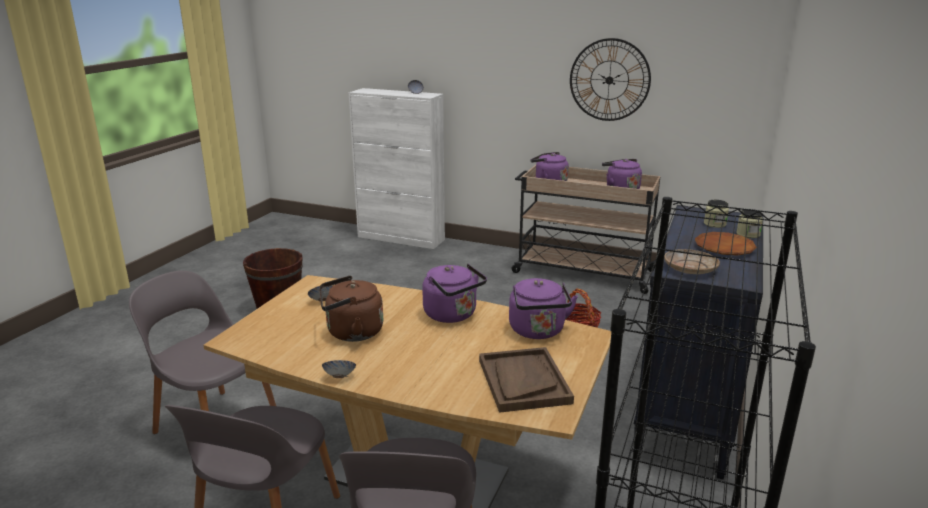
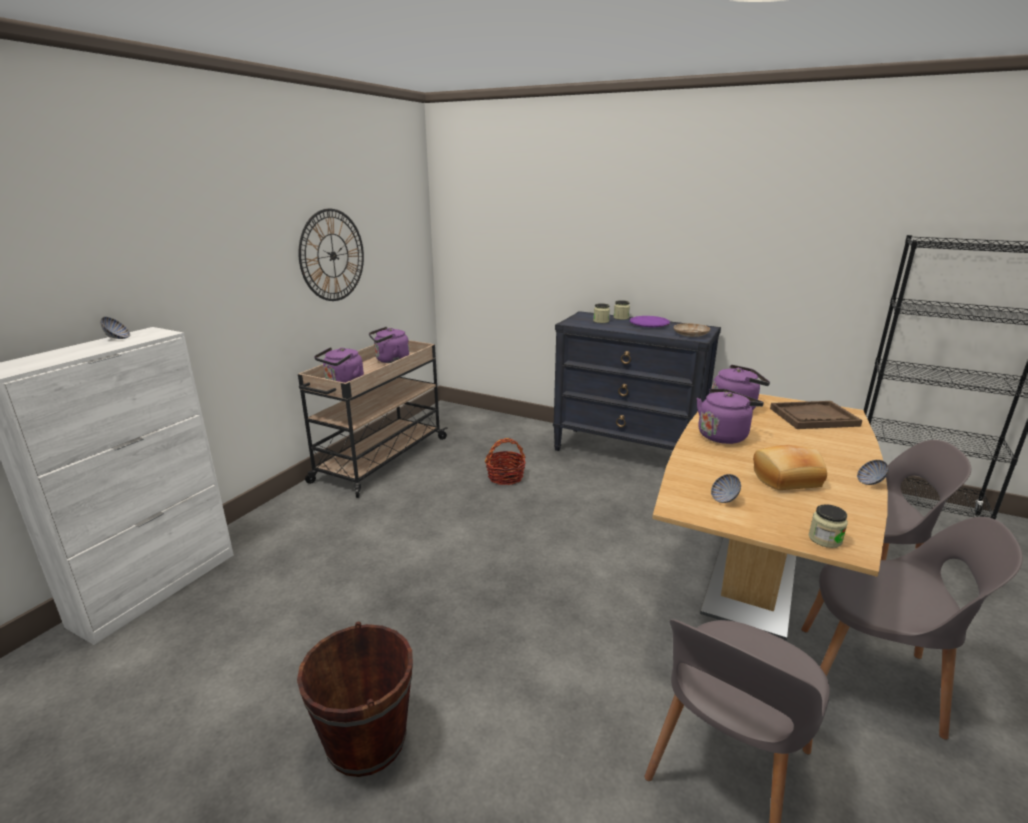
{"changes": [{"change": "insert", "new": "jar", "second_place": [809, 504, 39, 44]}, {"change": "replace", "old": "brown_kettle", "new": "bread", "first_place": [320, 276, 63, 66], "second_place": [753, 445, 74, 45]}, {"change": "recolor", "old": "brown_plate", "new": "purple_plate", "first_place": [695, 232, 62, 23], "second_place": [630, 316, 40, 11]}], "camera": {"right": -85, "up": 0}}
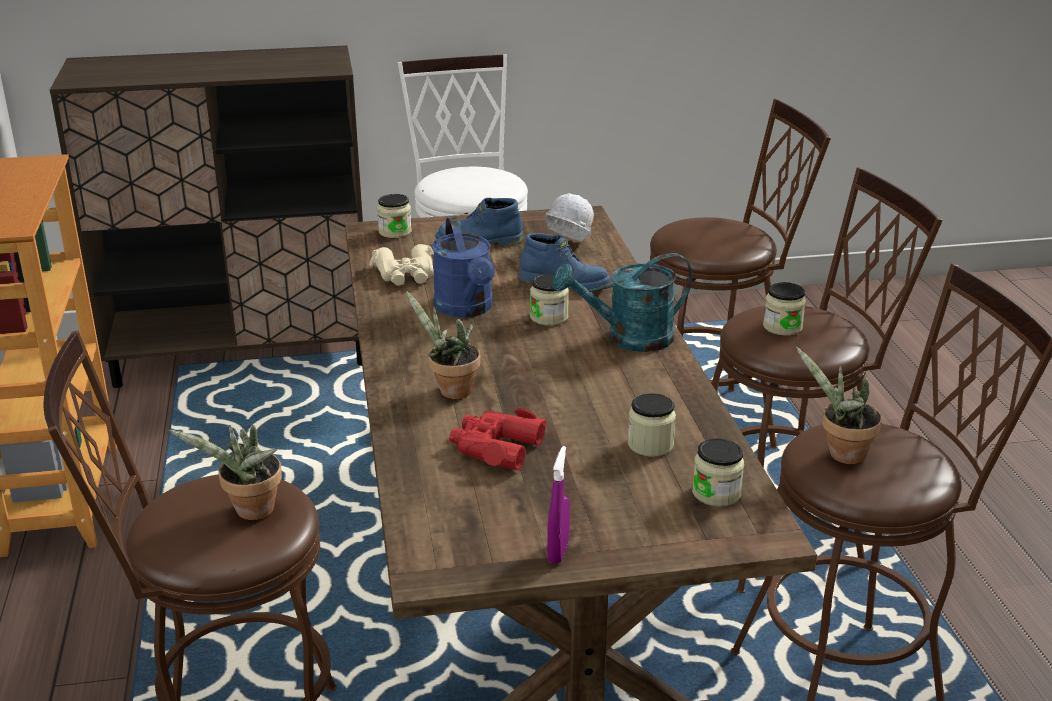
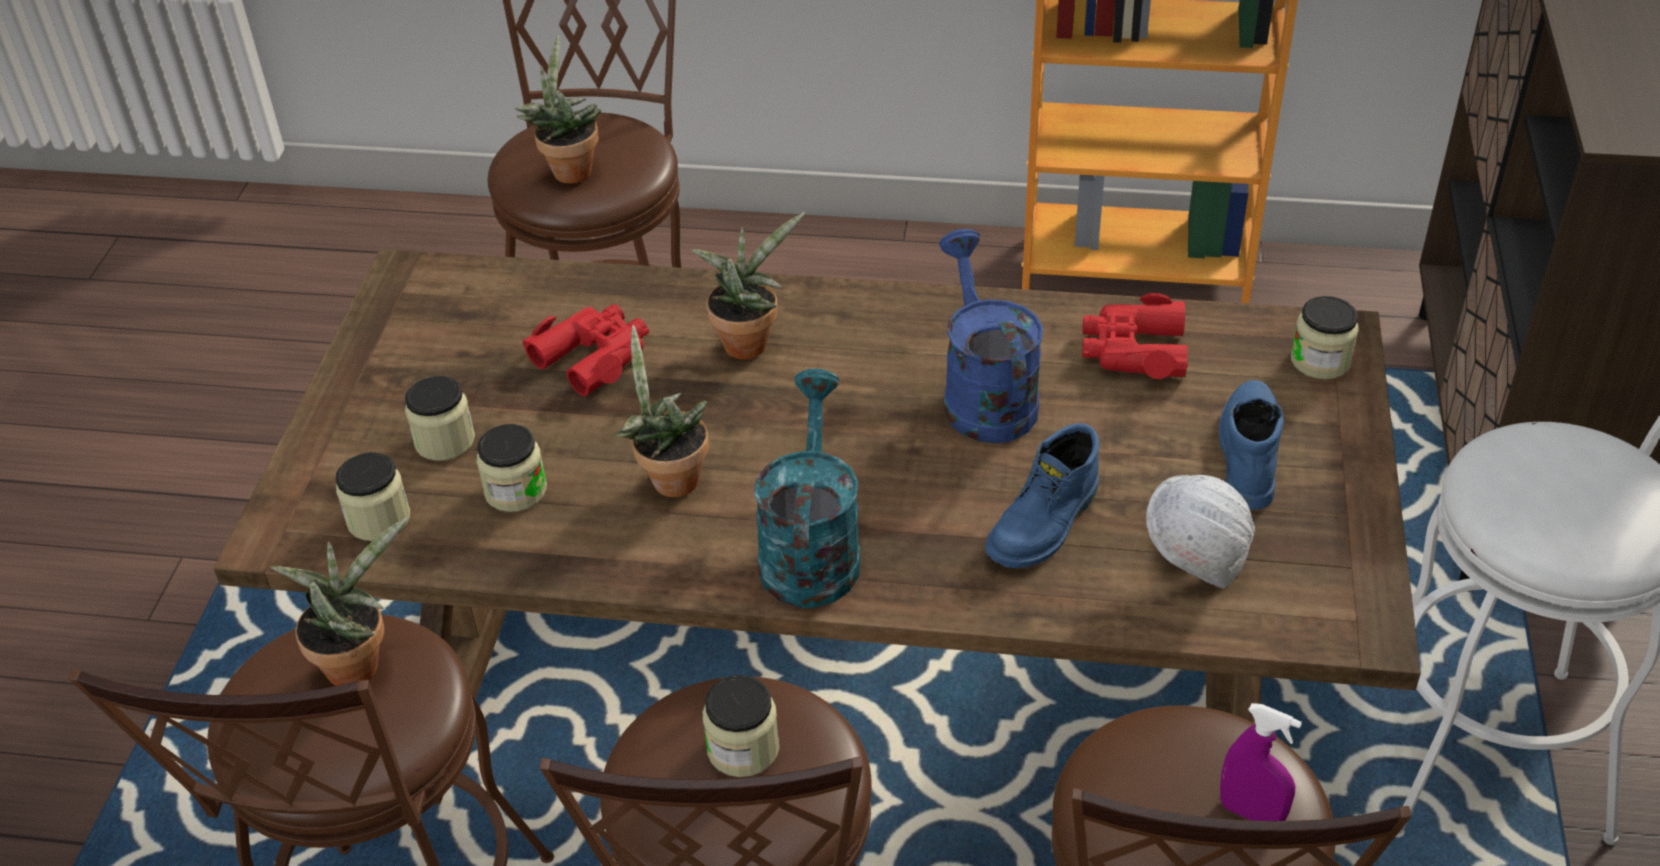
{"changes": [{"change": "insert", "new": "potted_plant", "second_place": [613, 325, 96, 172]}, {"change": "move", "old": "jar", "first_place": [530, 274, 39, 52], "second_place": [405, 376, 70, 85]}, {"change": "move", "old": "purple_spray_bottle", "first_place": [547, 446, 23, 118], "second_place": [1220, 703, 82, 118]}, {"change": "recolor", "old": "beige_binoculars", "new": "red_binoculars", "first_place": [369, 244, 65, 42], "second_place": [1082, 293, 106, 86]}, {"change": "rotate", "old": "blue_watering_can", "first_place": [432, 217, 63, 101], "second_place": [939, 229, 104, 214], "degrees": 75}], "camera": {"right": 110, "up": 15}}
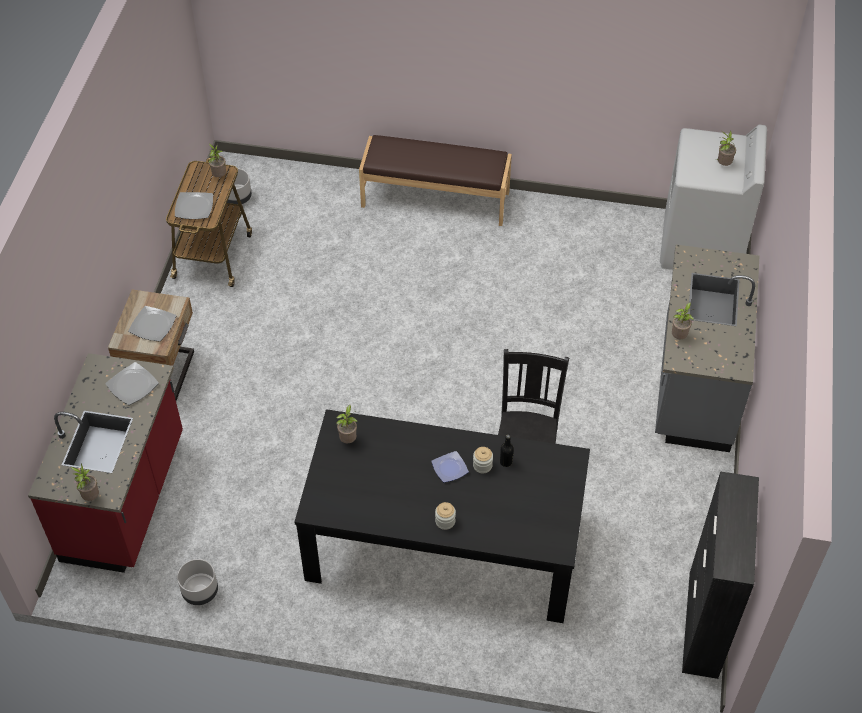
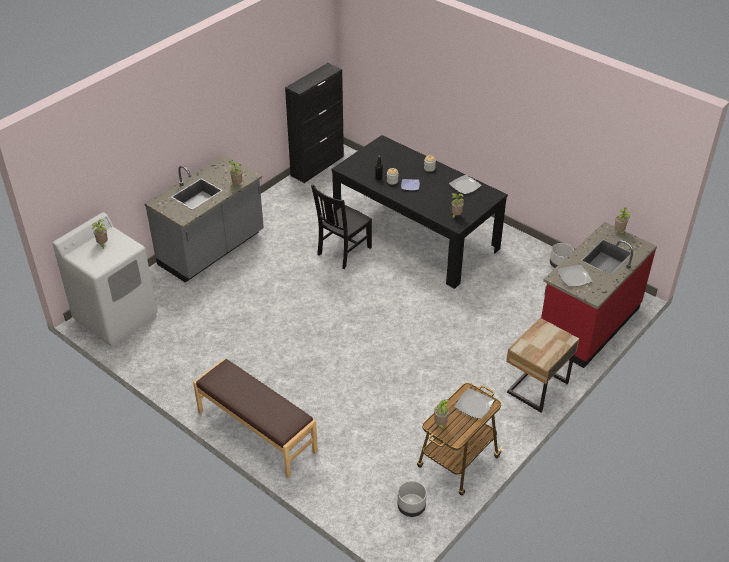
{"changes": [{"change": "move", "old": "plate", "first_place": [128, 306, 48, 36], "second_place": [449, 175, 33, 19]}], "camera": {"right": -150, "up": -10}}
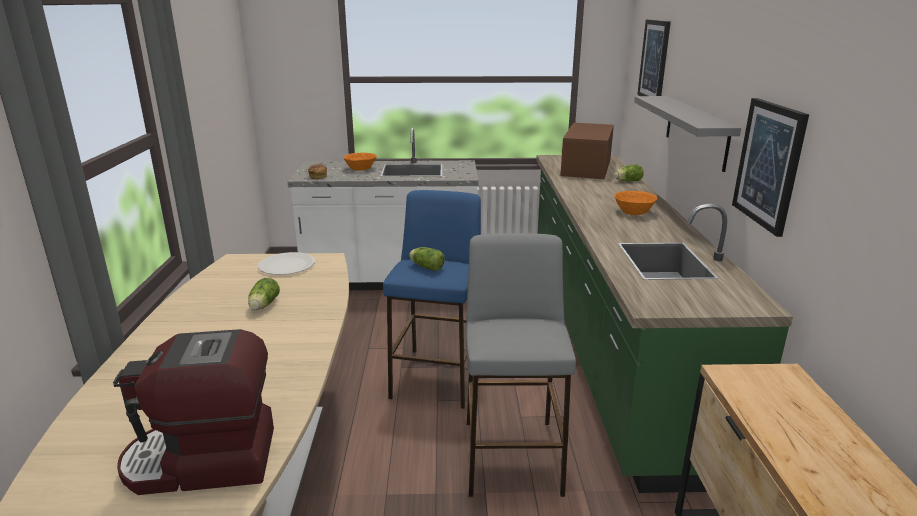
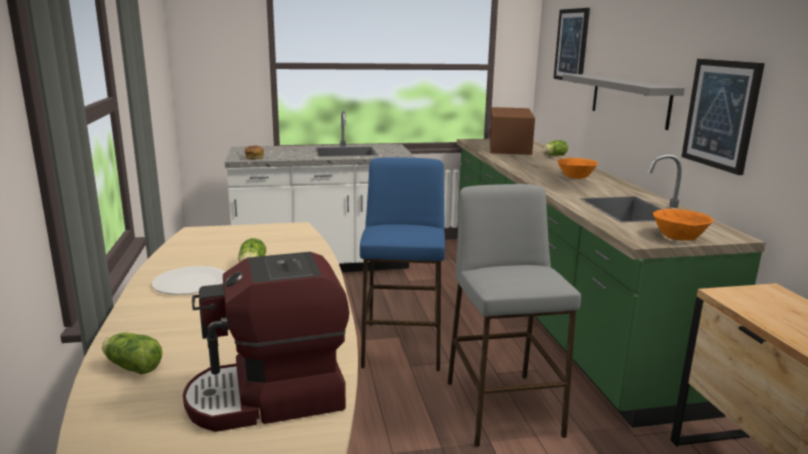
{"changes": [{"change": "move", "old": "white_plate", "first_place": [258, 252, 57, 23], "second_place": [152, 266, 73, 29]}, {"change": "move", "old": "orange_bowl", "first_place": [343, 153, 34, 18], "second_place": [653, 209, 60, 31]}, {"change": "move", "old": "lettuce", "first_place": [409, 247, 36, 24], "second_place": [102, 333, 61, 41]}], "camera": {"right": -10, "up": -5}}
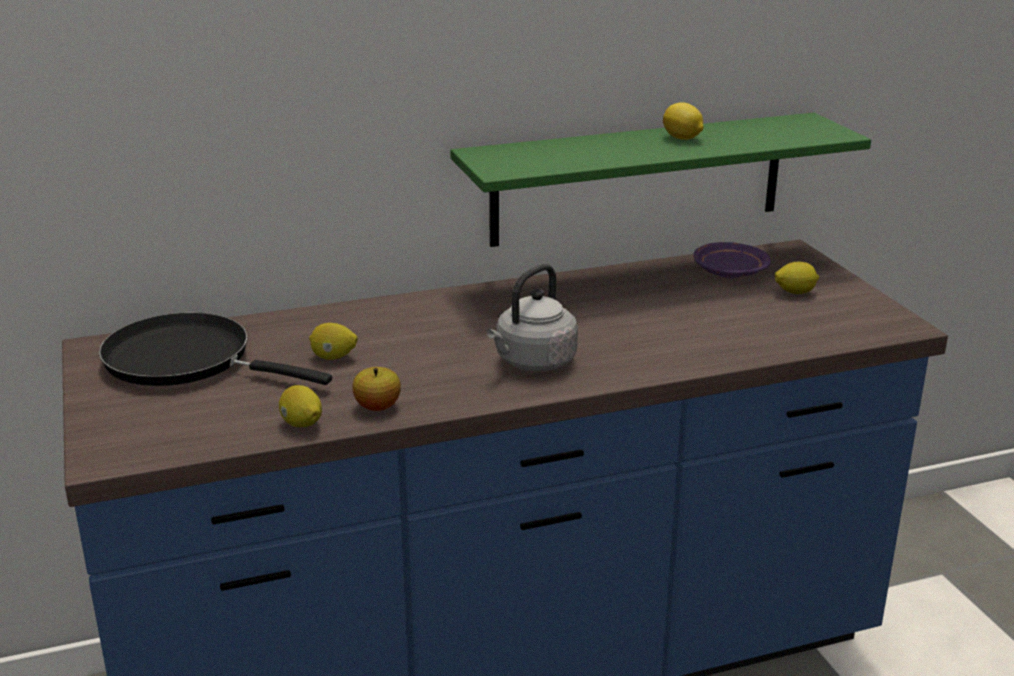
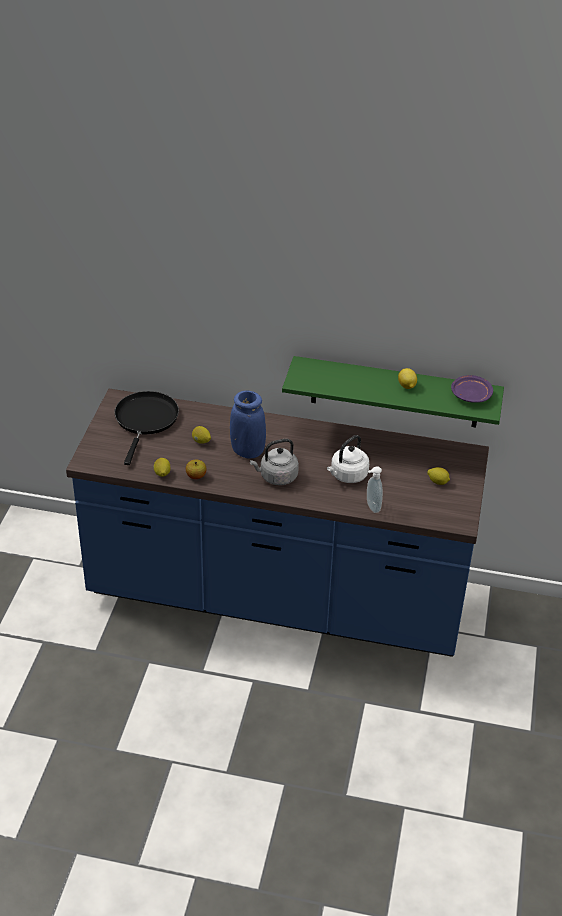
{"changes": [{"change": "insert", "new": "blue_vase", "second_place": [230, 391, 36, 68]}, {"change": "insert", "new": "white_kettle", "second_place": [327, 435, 42, 48]}, {"change": "insert", "new": "soap_dispenser", "second_place": [367, 466, 16, 47]}, {"change": "move", "old": "purple_plate", "first_place": [694, 242, 77, 36], "second_place": [451, 375, 42, 28]}, {"change": "rotate", "old": "black_frying_pan", "first_place": [99, 312, 233, 74], "second_place": [114, 391, 65, 74], "degrees": 45}], "camera": {"right": 30, "up": 15}}
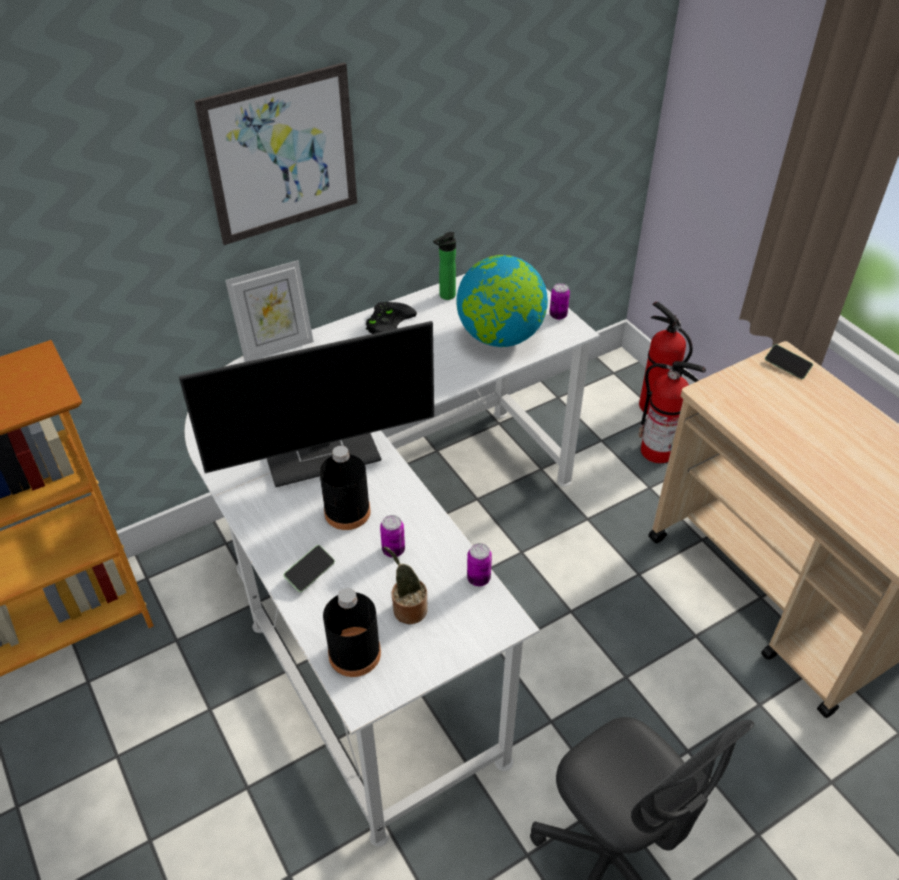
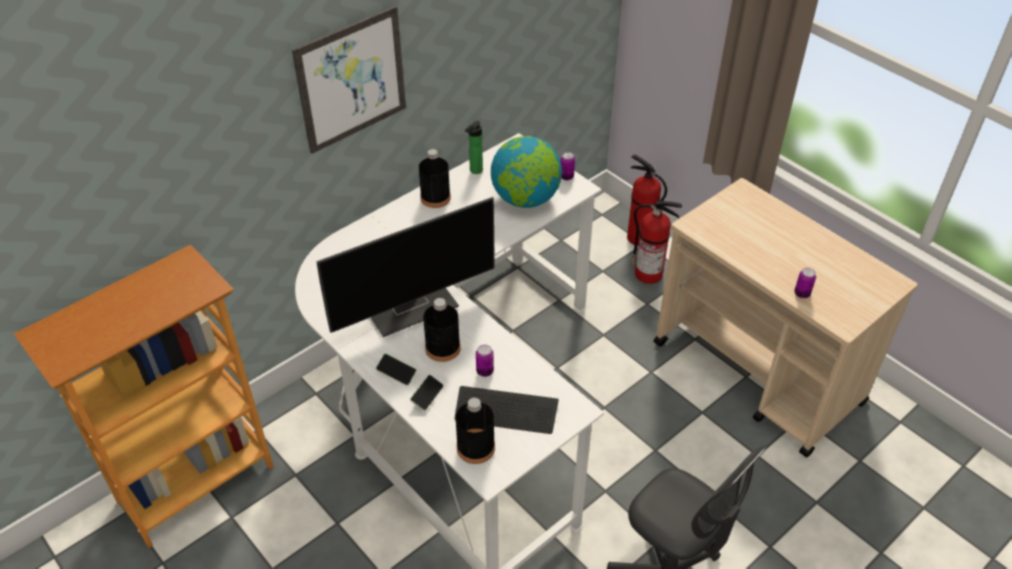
{"changes": [{"change": "delete", "old": "picture_frame", "first_place": [225, 260, 89, 102]}, {"change": "move", "old": "can", "first_place": [467, 543, 25, 43], "second_place": [794, 268, 22, 30]}, {"change": "move", "old": "phone", "first_place": [765, 344, 48, 35], "second_place": [376, 354, 41, 31]}, {"change": "replace", "old": "black_game_controller", "new": "black_bottle", "first_place": [366, 302, 51, 32], "second_place": [419, 149, 32, 59]}, {"change": "replace", "old": "potted_plant", "new": "keyboard", "first_place": [384, 547, 44, 77], "second_place": [455, 386, 104, 48]}], "camera": {"right": -10, "up": 0}}
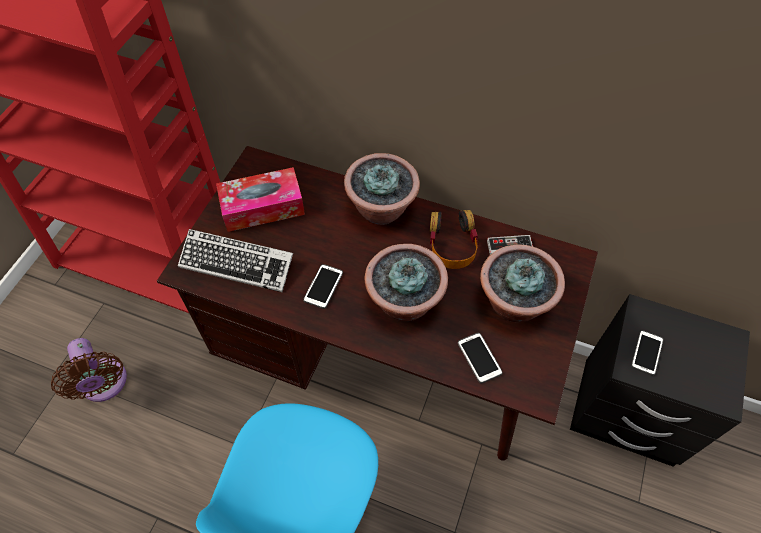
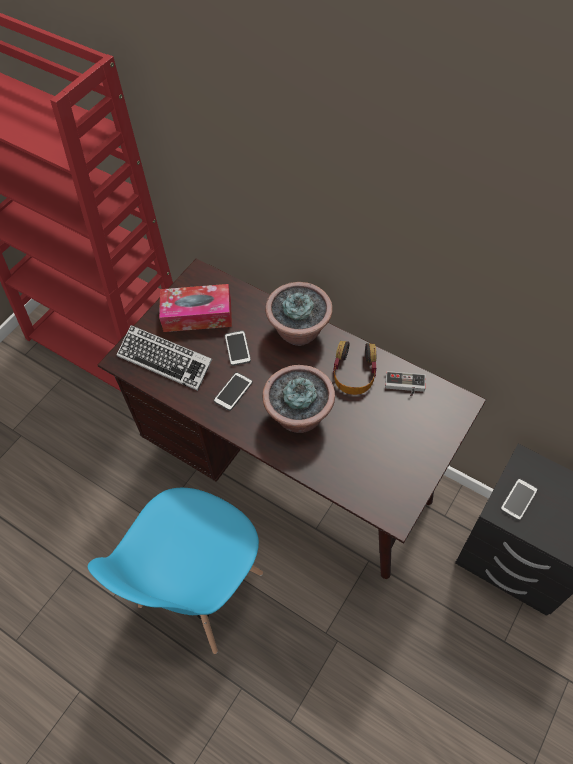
{"changes": [{"change": "delete", "old": "brown_fan", "first_place": [51, 338, 76, 64]}, {"change": "delete", "old": "potted_plant", "first_place": [480, 244, 85, 78]}, {"change": "move", "old": "phone", "first_place": [458, 333, 45, 50], "second_place": [225, 330, 26, 36]}], "camera": {"right": 15, "up": 0}}
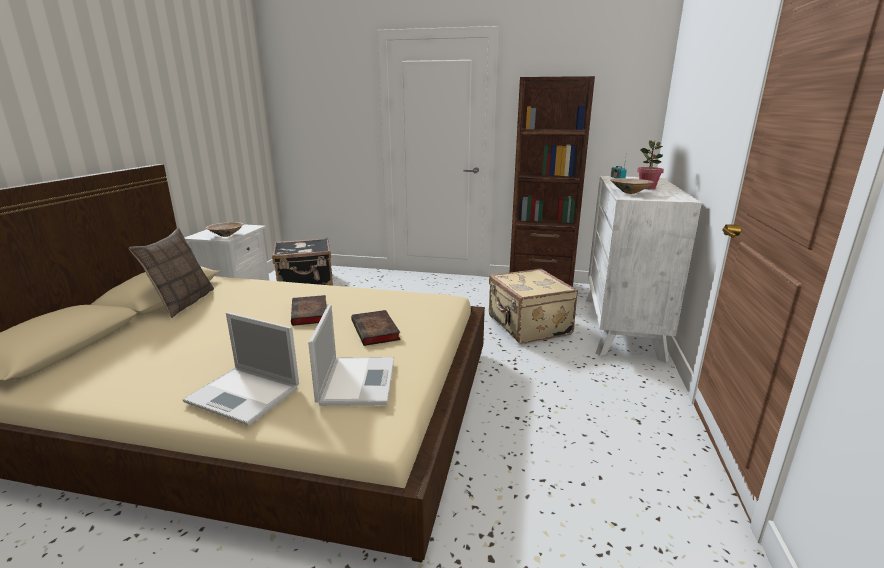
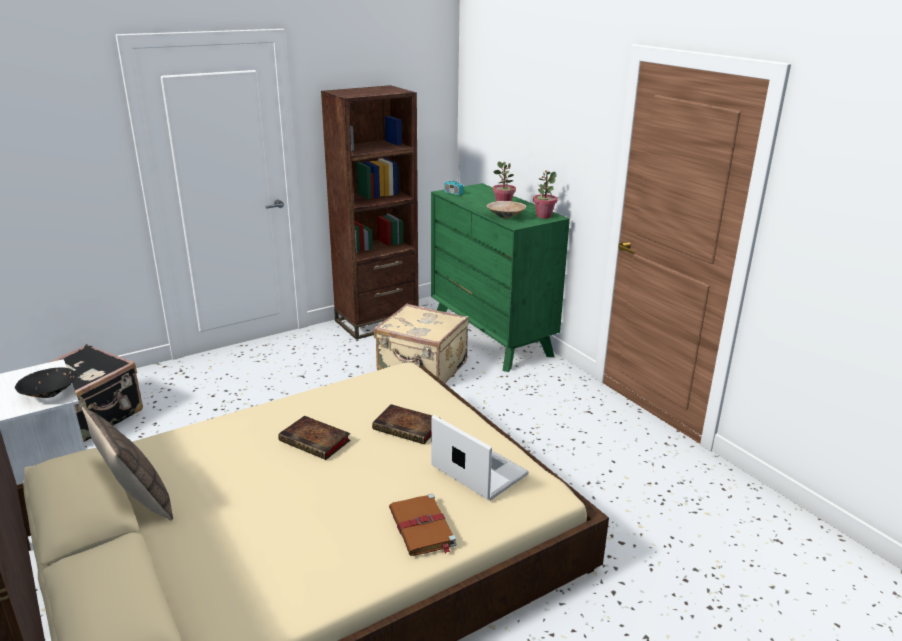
{"changes": [{"change": "insert", "new": "potted_plant", "second_place": [533, 170, 25, 49]}, {"change": "replace", "old": "laptop", "new": "brown_book", "first_place": [182, 312, 117, 113], "second_place": [389, 494, 68, 62]}, {"change": "recolor", "old": "beige_bowl", "new": "black_bowl", "first_place": [205, 222, 38, 15], "second_place": [15, 367, 62, 31]}, {"change": "recolor", "old": "white_dresser", "new": "green_dresser", "first_place": [586, 176, 116, 187], "second_place": [431, 183, 139, 189]}], "camera": {"right": -45, "up": 5}}
